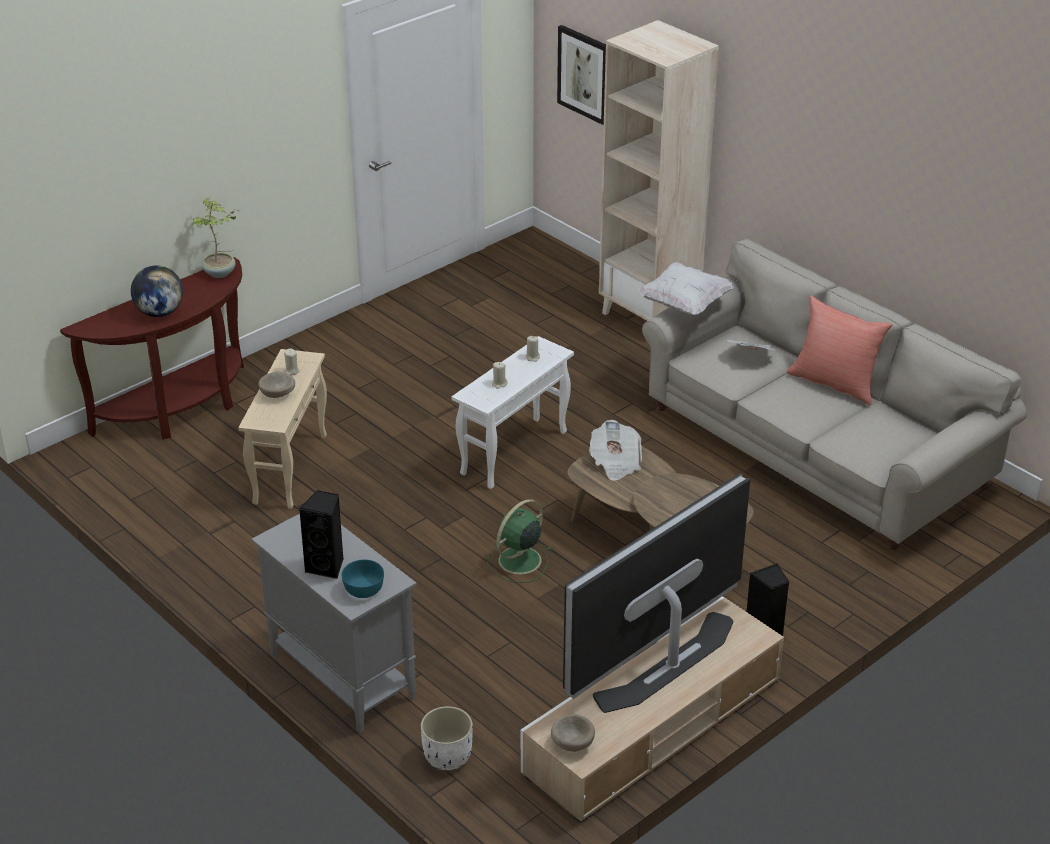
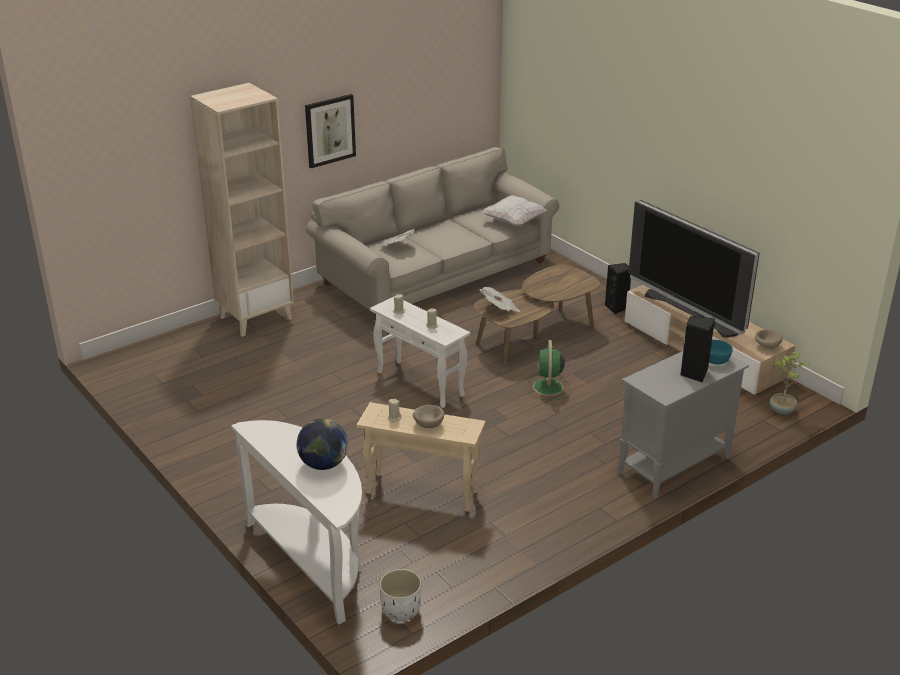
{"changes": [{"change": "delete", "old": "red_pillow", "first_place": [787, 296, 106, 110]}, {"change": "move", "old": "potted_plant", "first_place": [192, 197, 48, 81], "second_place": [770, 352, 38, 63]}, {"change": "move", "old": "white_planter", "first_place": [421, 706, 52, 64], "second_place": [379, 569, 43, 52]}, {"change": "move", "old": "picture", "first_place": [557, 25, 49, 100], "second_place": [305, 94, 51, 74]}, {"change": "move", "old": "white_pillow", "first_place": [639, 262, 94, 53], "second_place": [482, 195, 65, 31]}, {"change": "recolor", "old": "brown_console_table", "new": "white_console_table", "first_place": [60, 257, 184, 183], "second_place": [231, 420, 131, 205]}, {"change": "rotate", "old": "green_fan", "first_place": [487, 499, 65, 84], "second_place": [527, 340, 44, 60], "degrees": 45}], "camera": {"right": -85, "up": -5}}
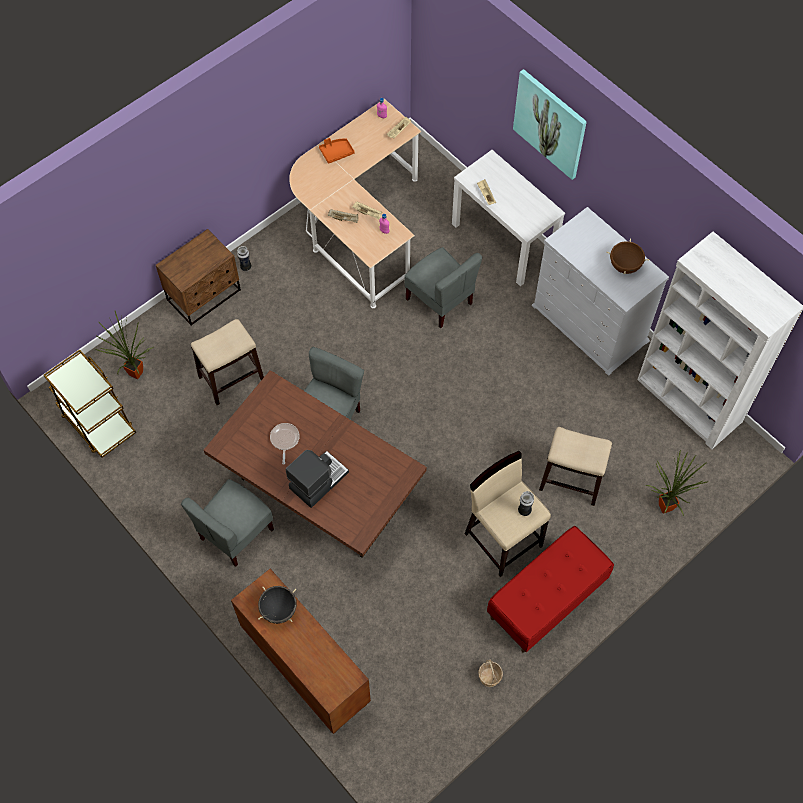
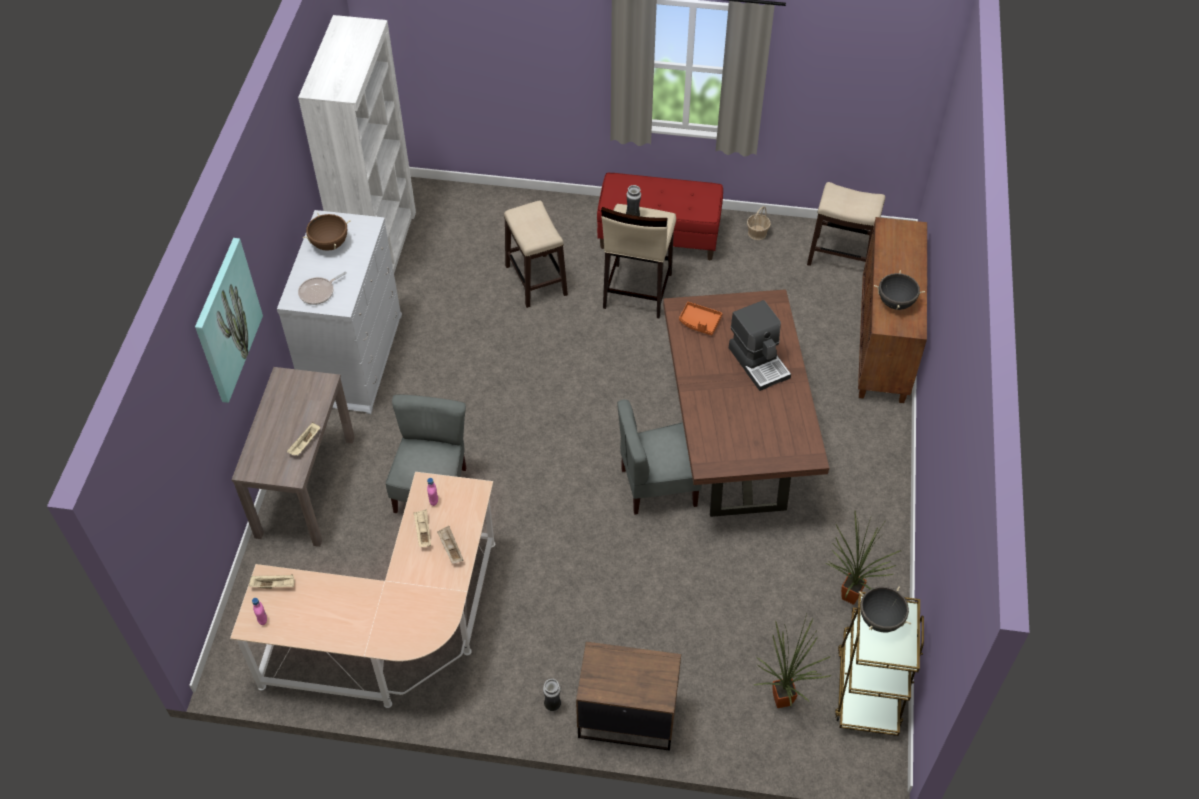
{"changes": [{"change": "delete", "old": "grey_chair", "first_place": [181, 479, 93, 88]}, {"change": "insert", "new": "black_cooking_pot", "second_place": [858, 586, 53, 46]}, {"change": "move", "old": "stool", "first_place": [191, 319, 73, 86], "second_place": [807, 182, 78, 84]}, {"change": "move", "old": "frying_pan", "first_place": [270, 423, 30, 42], "second_place": [298, 272, 49, 33]}, {"change": "move", "old": "orange_tray", "first_place": [319, 138, 36, 26], "second_place": [679, 302, 43, 33]}, {"change": "move", "old": "potted_plant", "first_place": [646, 449, 63, 67], "second_place": [826, 511, 75, 94]}, {"change": "recolor", "old": "white_console_table", "new": "brown_console_table", "first_place": [452, 150, 113, 136], "second_place": [232, 367, 123, 180]}, {"change": "rotate", "old": "coffee_machine", "first_place": [286, 450, 63, 58], "second_place": [729, 300, 62, 91], "degrees": -120}], "camera": {"right": -130, "up": -10}}
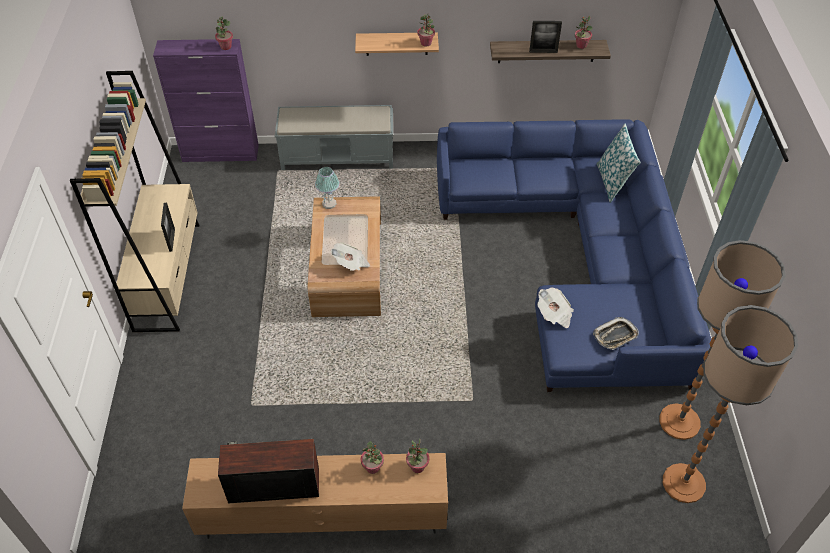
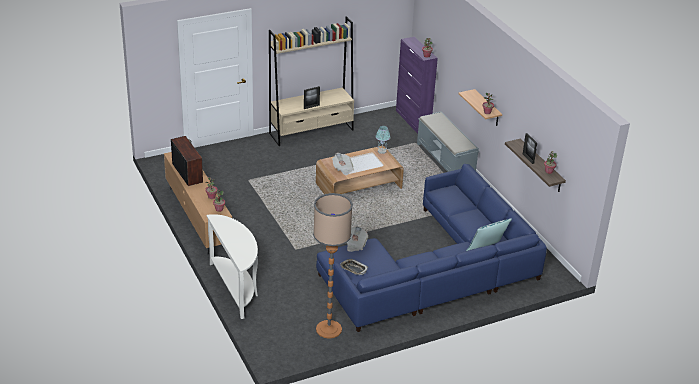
{"changes": [{"change": "delete", "old": "floor_lamp", "first_place": [663, 305, 135, 198]}, {"change": "insert", "new": "white_console_table", "second_place": [207, 214, 51, 105]}], "camera": {"right": 65, "up": -15}}
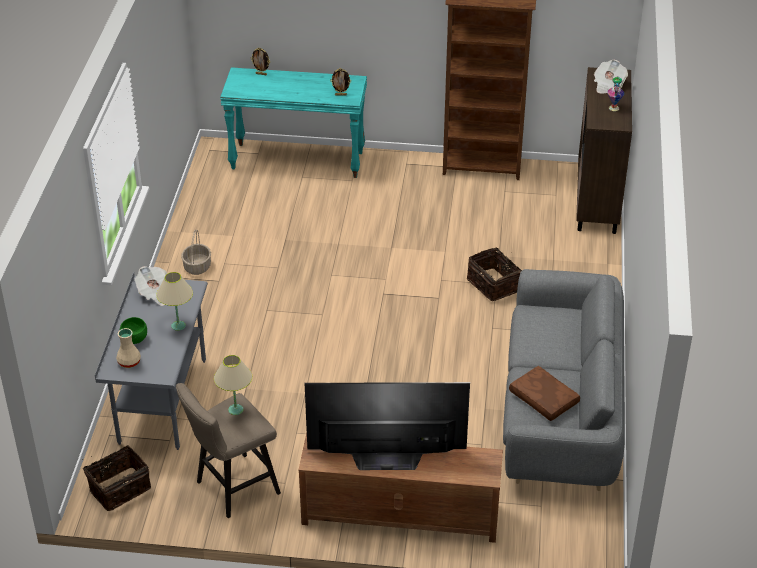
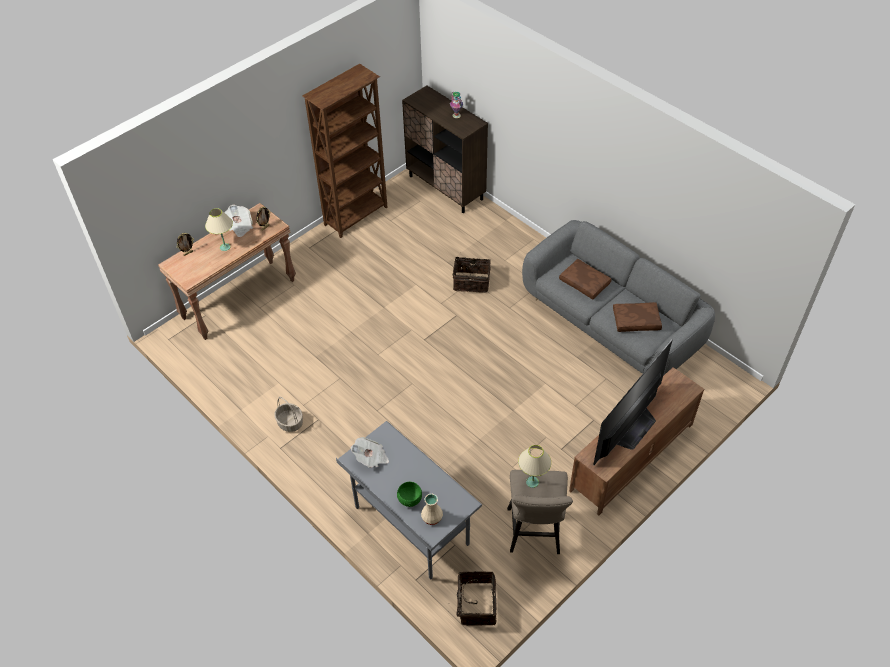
{"changes": [{"change": "insert", "new": "brown_pillow", "second_place": [559, 259, 52, 40]}, {"change": "move", "old": "beige_table_lamp", "first_place": [156, 272, 37, 59], "second_place": [205, 208, 28, 43]}, {"change": "move", "old": "newspaper", "first_place": [594, 60, 34, 34], "second_place": [224, 205, 29, 32]}, {"change": "recolor", "old": "turquoise_console_table", "new": "brown_console_table", "first_place": [220, 67, 147, 111], "second_place": [158, 203, 138, 137]}], "camera": {"right": -50, "up": 10}}
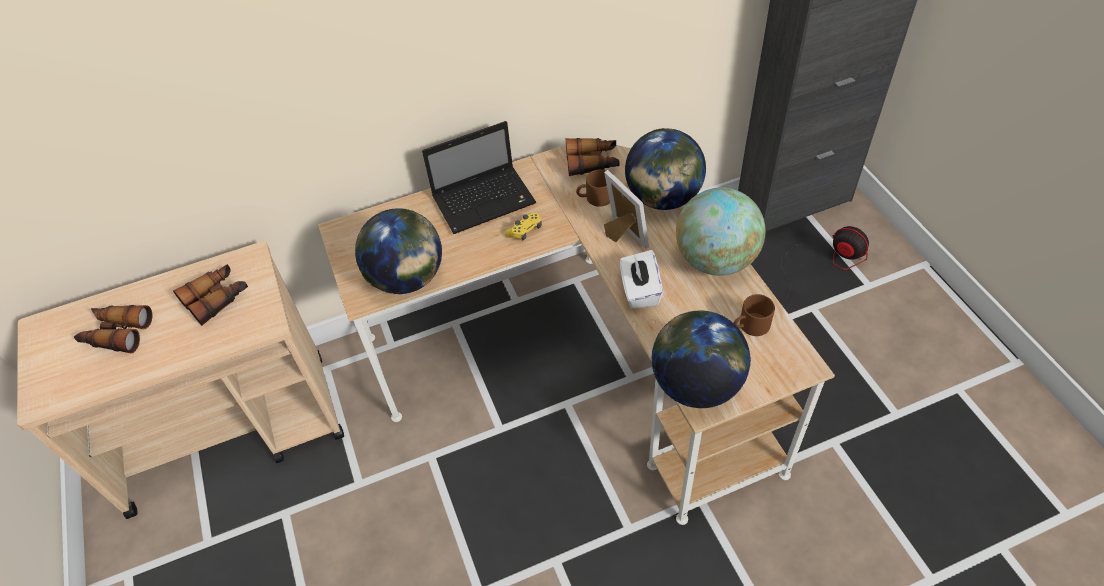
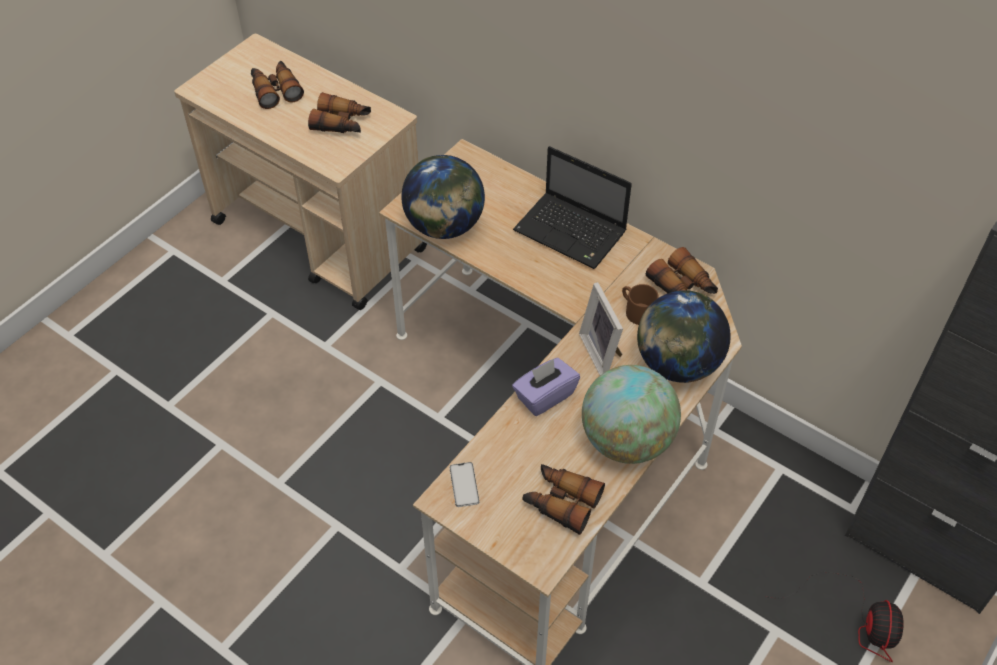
{"changes": [{"change": "delete", "old": "yellow_game_controller", "first_place": [505, 213, 37, 28]}, {"change": "replace", "old": "globe", "new": "phone", "first_place": [652, 311, 99, 97], "second_place": [450, 462, 29, 45]}, {"change": "replace", "old": "brown_mug", "new": "binoculars", "first_place": [734, 294, 41, 42], "second_place": [523, 464, 82, 71]}, {"change": "recolor", "old": "white_tissue_box", "new": "purple_tissue_box", "first_place": [620, 250, 43, 59], "second_place": [512, 358, 68, 58]}, {"change": "rotate", "old": "picture_frame", "first_place": [604, 170, 45, 79], "second_place": [579, 282, 44, 93], "degrees": 135}], "camera": {"right": 55, "up": 0}}
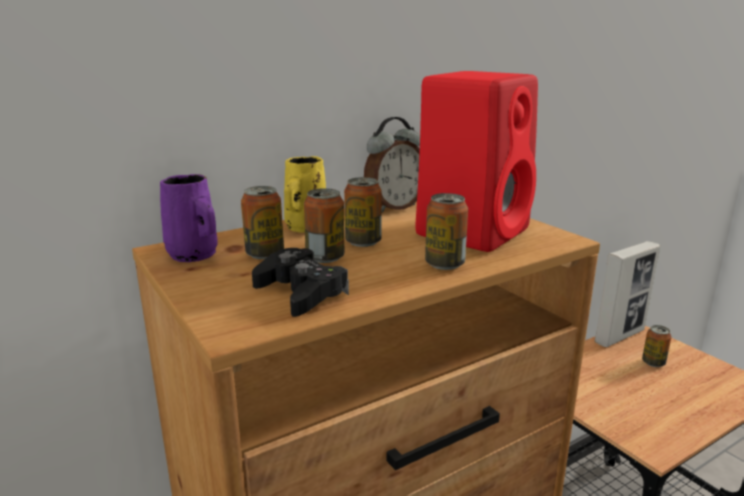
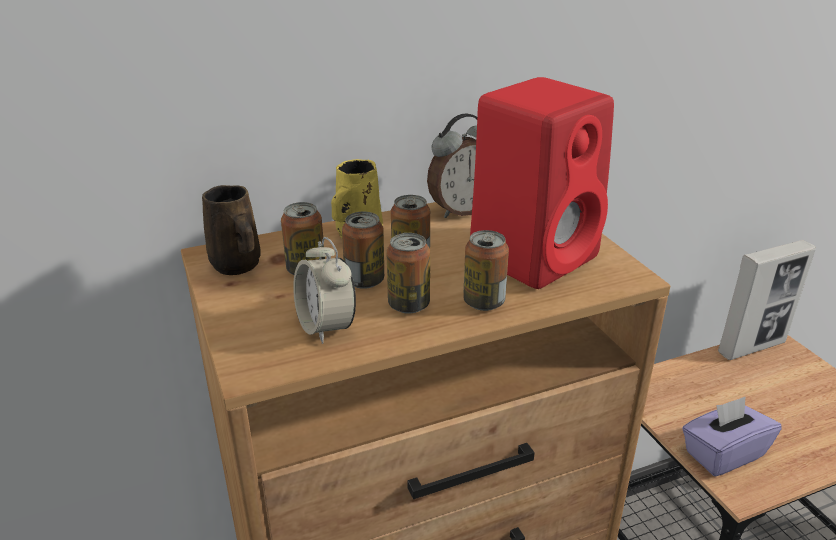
{"changes": [{"change": "insert", "new": "purple_tissue_box", "second_place": [682, 397, 100, 79]}, {"change": "move", "old": "can", "first_place": [642, 325, 30, 42], "second_place": [386, 233, 44, 81]}, {"change": "replace", "old": "black_game_controller", "new": "alarm_clock", "first_place": [252, 248, 97, 69], "second_place": [293, 237, 63, 107]}, {"change": "recolor", "old": "purple_mug", "new": "brown_mug", "first_place": [160, 174, 58, 88], "second_place": [202, 185, 59, 90]}], "camera": {"right": 10, "up": 10}}
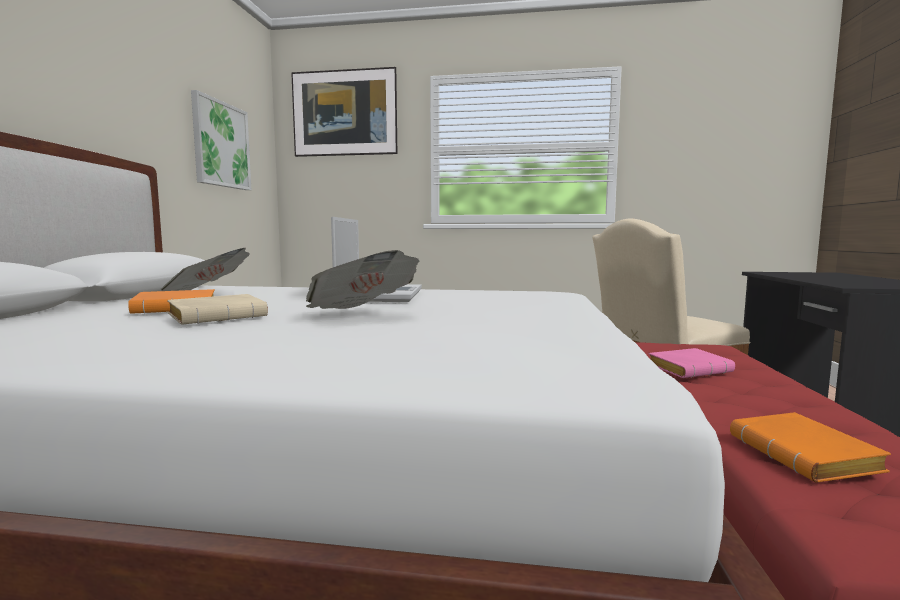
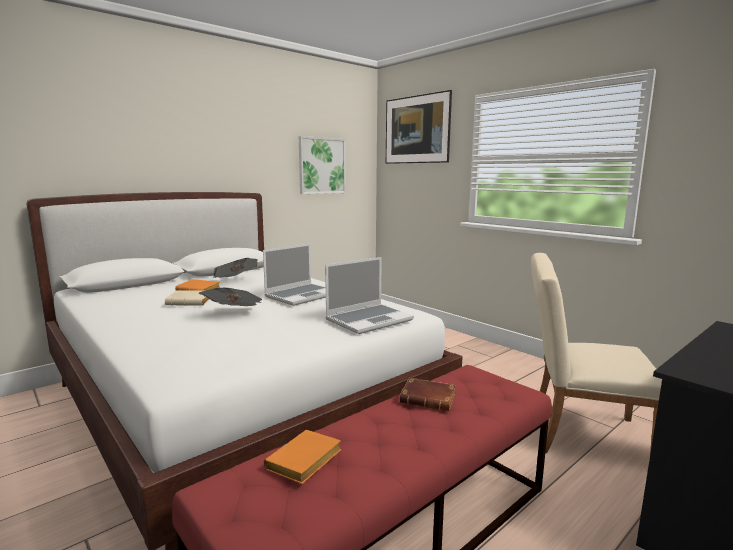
{"changes": [{"change": "insert", "new": "laptop", "second_place": [325, 257, 89, 77]}, {"change": "recolor", "old": "pink_book", "new": "brown_book", "first_place": [648, 348, 87, 30], "second_place": [399, 378, 57, 33]}], "camera": {"right": 40, "up": 5}}
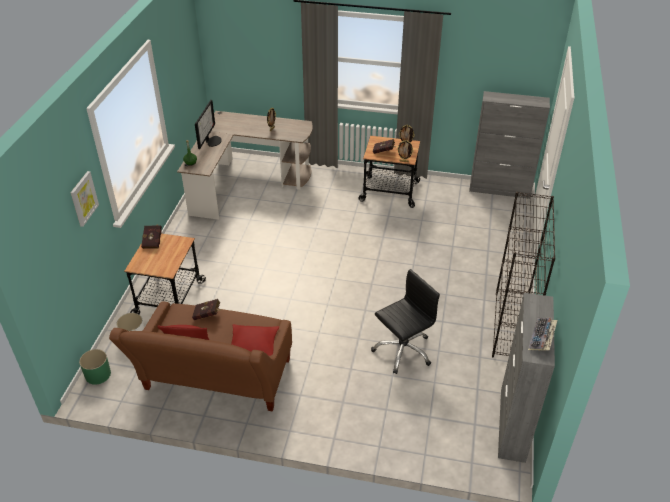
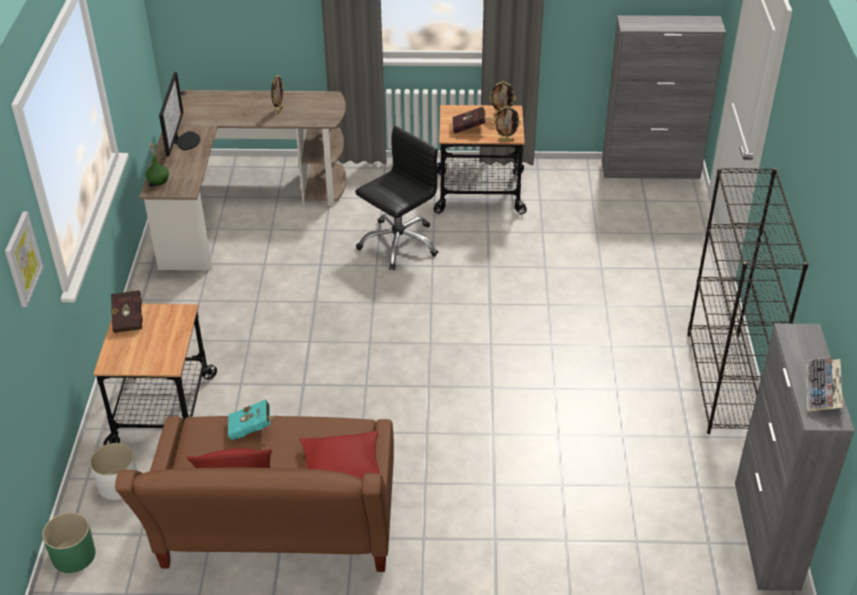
{"changes": [{"change": "move", "old": "black_office_chair", "first_place": [371, 269, 69, 105], "second_place": [355, 126, 83, 144]}, {"change": "recolor", "old": "red_book", "new": "turquoise_book", "first_place": [192, 299, 30, 21], "second_place": [228, 400, 48, 40]}], "camera": {"right": -10, "up": 0}}
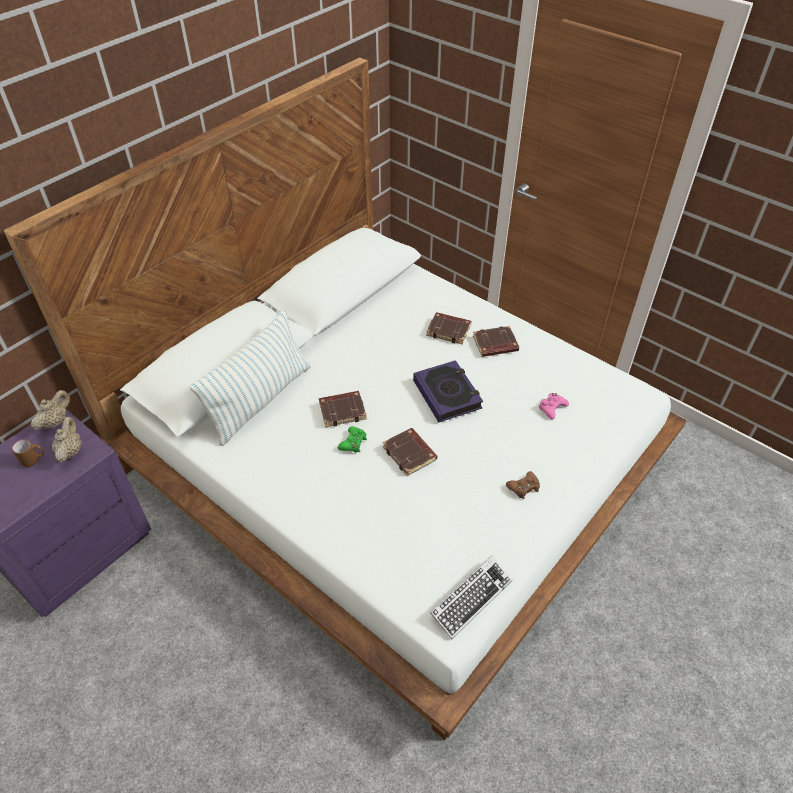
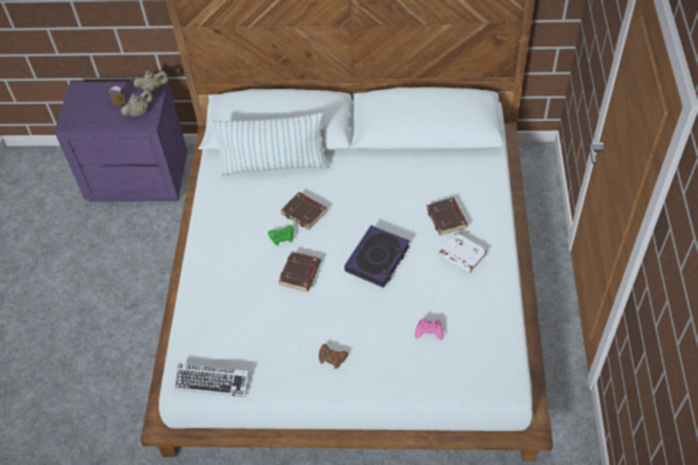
{"changes": [{"change": "recolor", "old": "brown_book", "new": "white_book", "first_place": [473, 326, 46, 31], "second_place": [438, 233, 49, 41]}], "camera": {"right": 55, "up": 5}}
